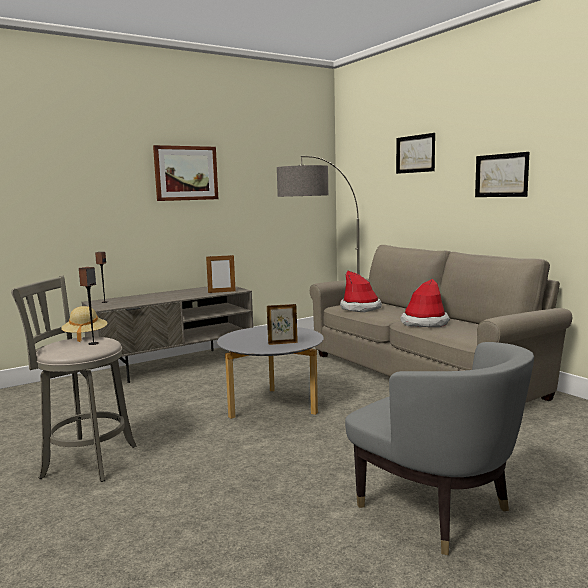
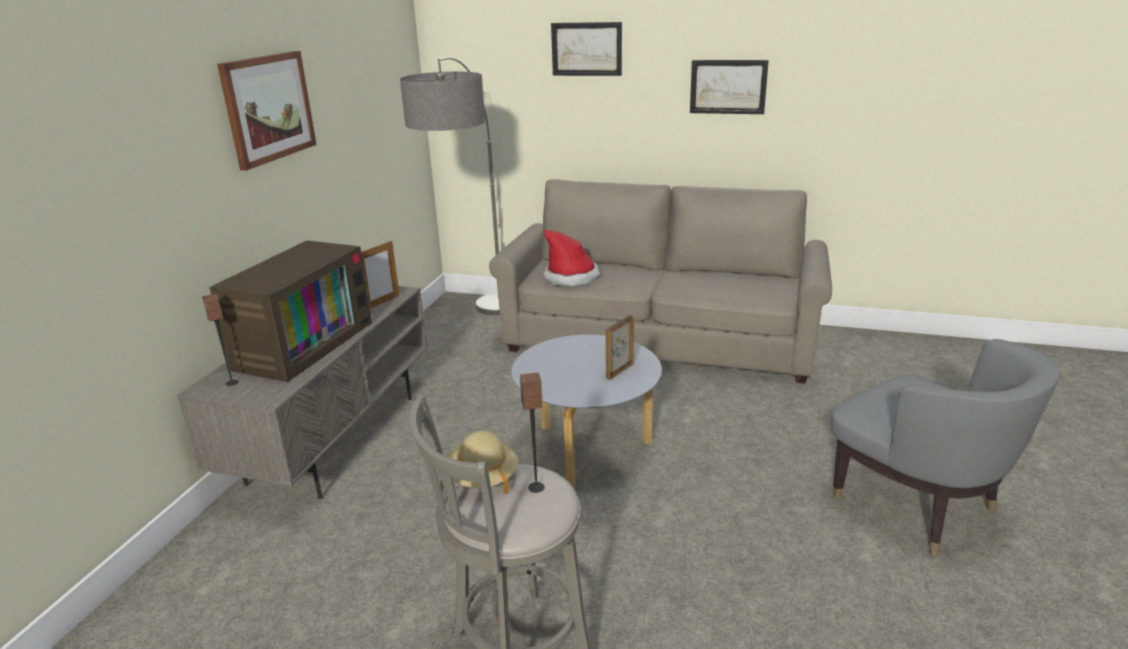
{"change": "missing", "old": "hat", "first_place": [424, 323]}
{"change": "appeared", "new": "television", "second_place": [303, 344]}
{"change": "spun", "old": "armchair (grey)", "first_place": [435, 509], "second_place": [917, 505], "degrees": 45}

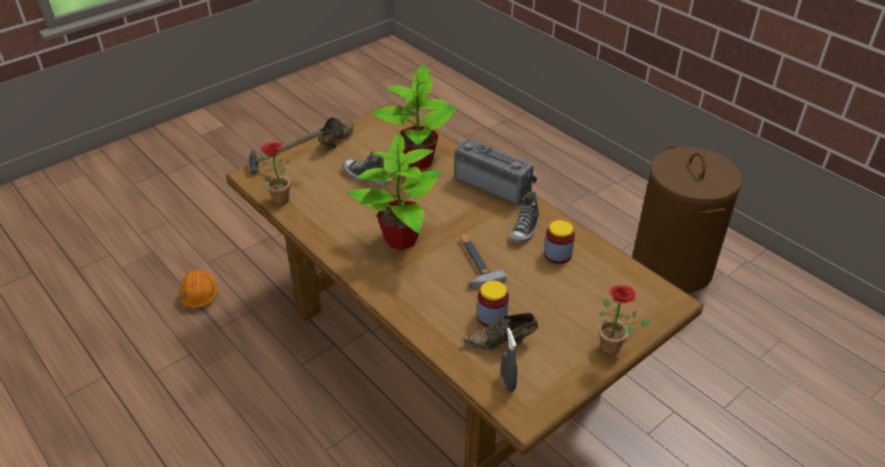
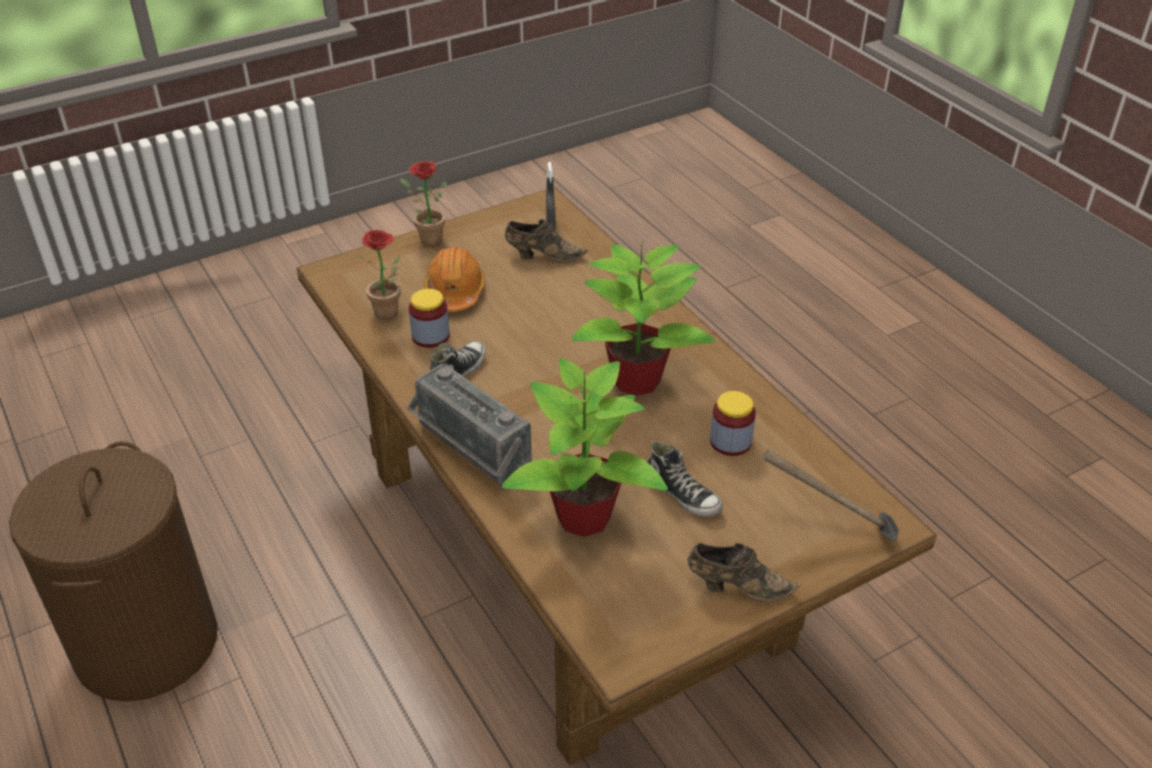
{"change": "missing", "old": "hammer", "first_place": [475, 262]}
{"change": "relocated", "old": "hard hat (orange)", "first_place": [199, 294], "second_place": [454, 292]}
{"change": "relocated", "old": "potted plant", "first_place": [278, 198], "second_place": [390, 315]}
{"change": "relocated", "old": "jar", "first_place": [492, 316], "second_place": [730, 441]}
{"change": "spun", "old": "shoe (brown)", "first_place": [336, 141], "second_place": [737, 586], "degrees": -120}

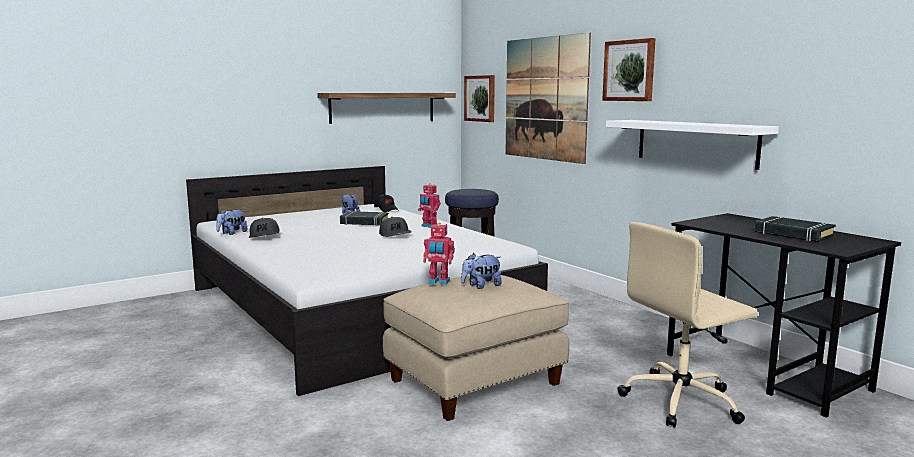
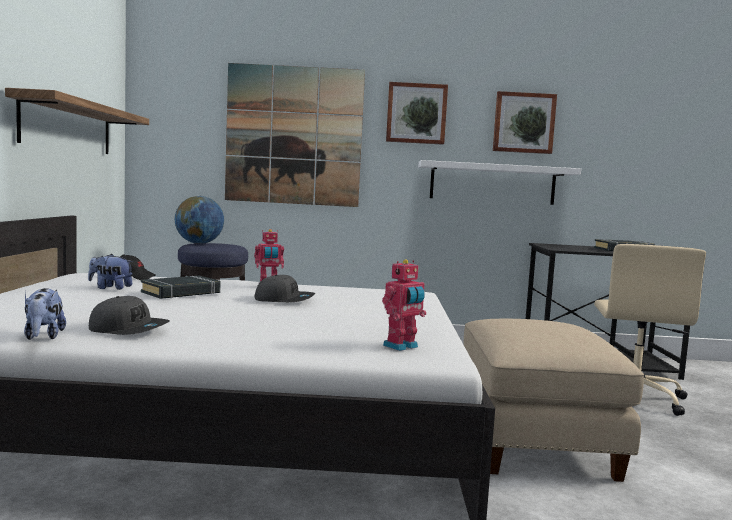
{"change": "missing", "old": "plush toy", "first_place": [481, 286]}
{"change": "appeared", "new": "globe", "second_place": [199, 243]}
{"change": "relocated", "old": "toy robot", "first_place": [438, 282], "second_place": [402, 347]}
{"change": "relocated", "old": "picture", "first_place": [480, 98], "second_place": [523, 123]}

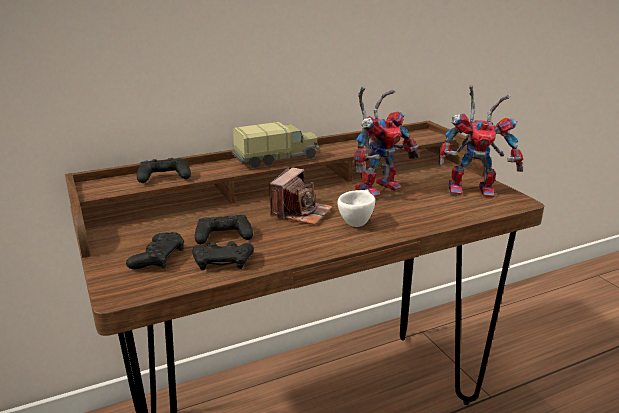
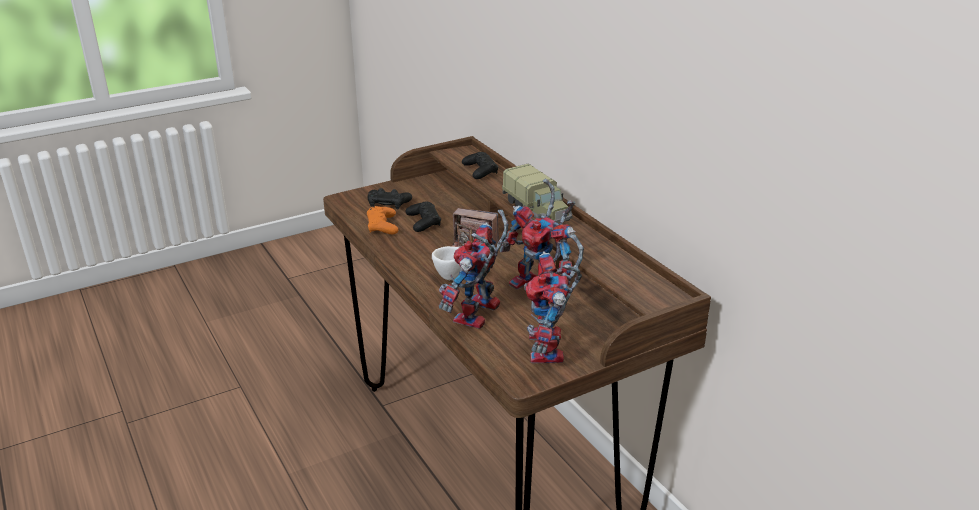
{"change": "appeared", "new": "toy robot", "second_place": [478, 317]}
{"change": "colour", "old": "game controller (black)", "new": "game controller (orange)", "first_place": [223, 261], "second_place": [382, 226]}

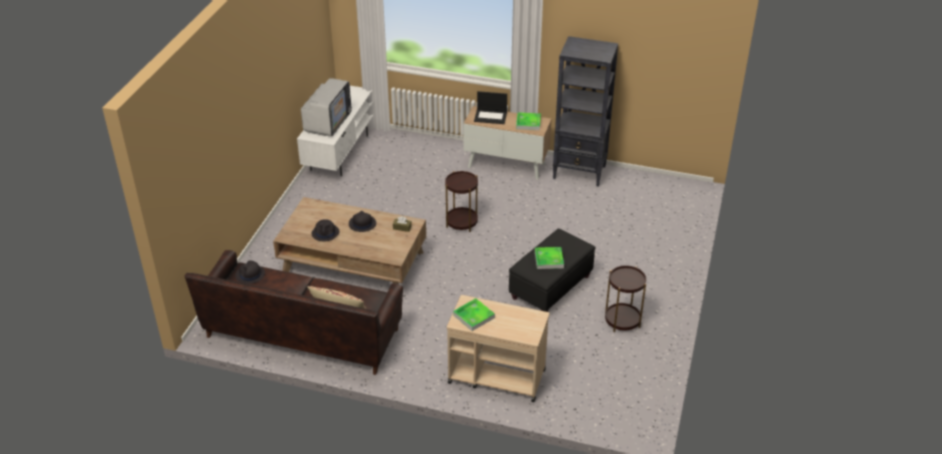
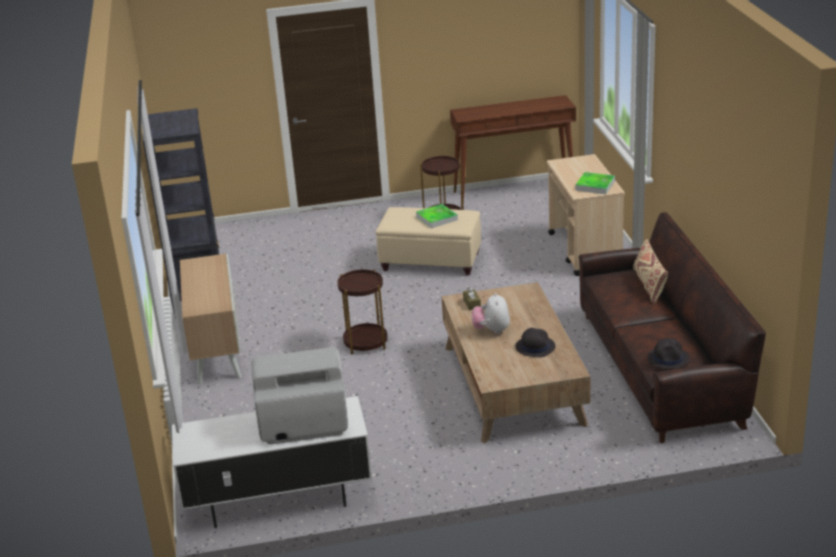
{"change": "missing", "old": "laptop", "first_place": [491, 116]}
{"change": "missing", "old": "tray", "first_place": [528, 123]}
{"change": "appeared", "new": "console table (brown)", "second_place": [515, 192]}
{"change": "exchanged", "old": "hat (black)", "new": "plush toy", "first_place": [362, 224], "second_place": [491, 330]}
{"change": "colour", "old": "ottoman (black)", "new": "ottoman (beige)", "first_place": [550, 287], "second_place": [431, 262]}

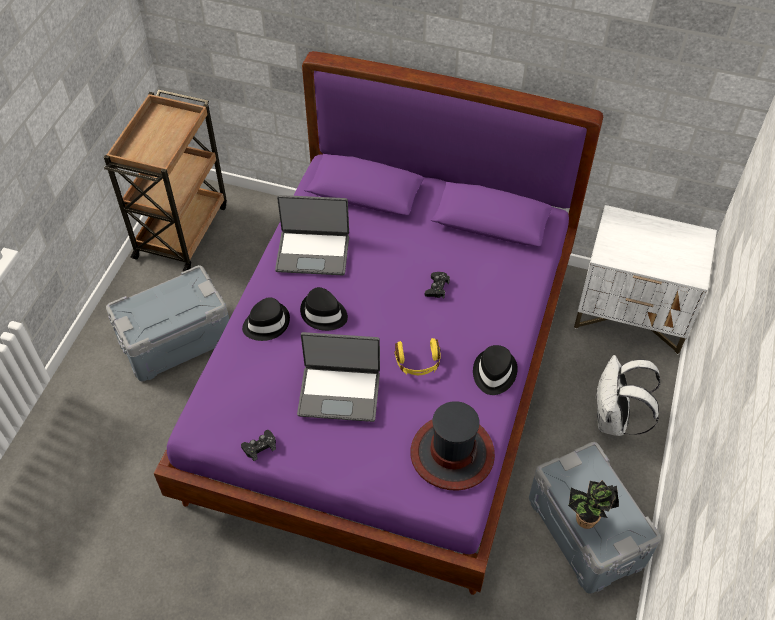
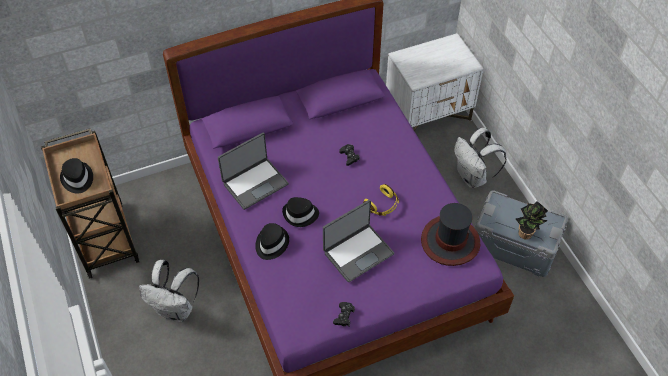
{"change": "relocated", "old": "hat (black)", "first_place": [493, 373], "second_place": [77, 179]}
{"change": "exchanged", "old": "storage box (grey)", "new": "backpack (white)", "first_place": [176, 341], "second_place": [176, 309]}

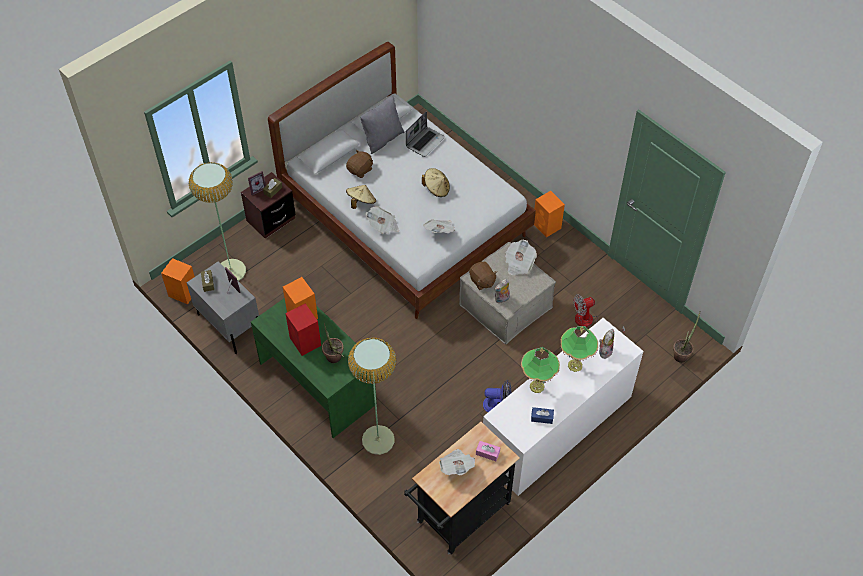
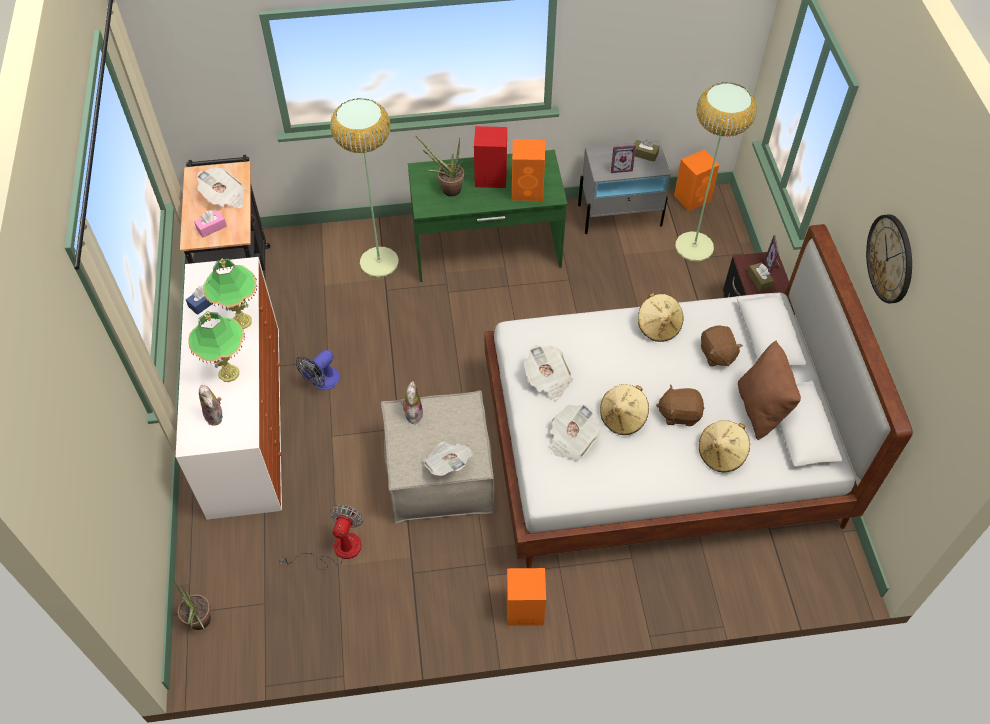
{"change": "appeared", "new": "wall clock", "second_place": [890, 258]}
{"change": "relocated", "old": "newspaper", "first_place": [383, 226], "second_place": [571, 440]}
{"change": "relocated", "old": "plush toy (brown)", "first_place": [482, 281], "second_place": [679, 414]}
{"change": "exchanged", "old": "laptop", "new": "hat (beige)", "first_place": [425, 142], "second_place": [721, 454]}
{"change": "colour", "old": "pillow (grey)", "new": "pillow (brown)", "first_place": [382, 138], "second_place": [761, 409]}

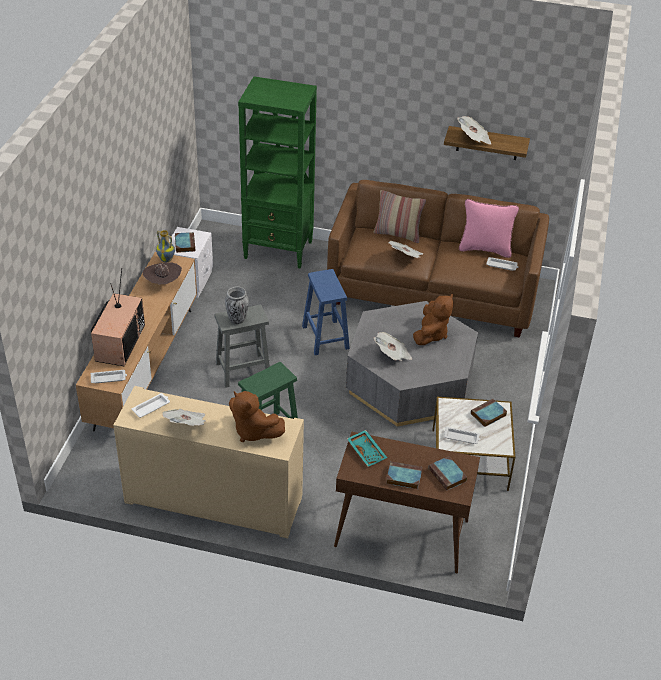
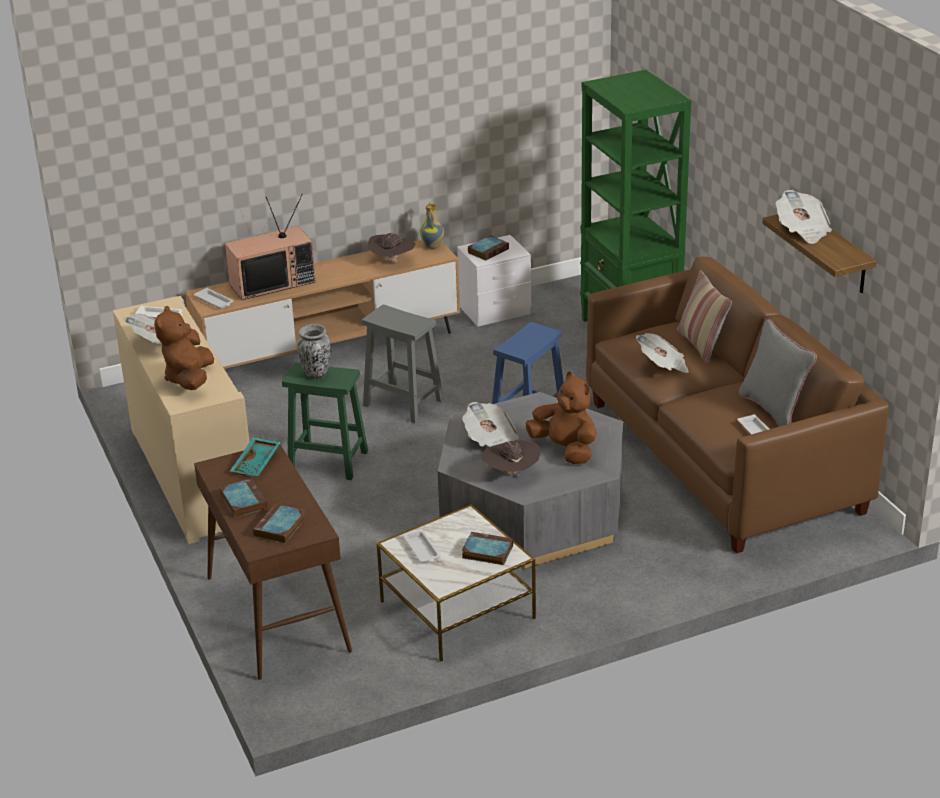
{"change": "appeared", "new": "hat (brown)", "second_place": [511, 474]}
{"change": "relocated", "old": "vase", "first_place": [237, 320], "second_place": [316, 374]}
{"change": "colour", "old": "pillow (pink)", "new": "pillow (grey)", "first_place": [485, 249], "second_place": [773, 409]}
{"change": "spun", "old": "plush toy (brown)", "first_place": [431, 334], "second_place": [565, 449], "degrees": -120}

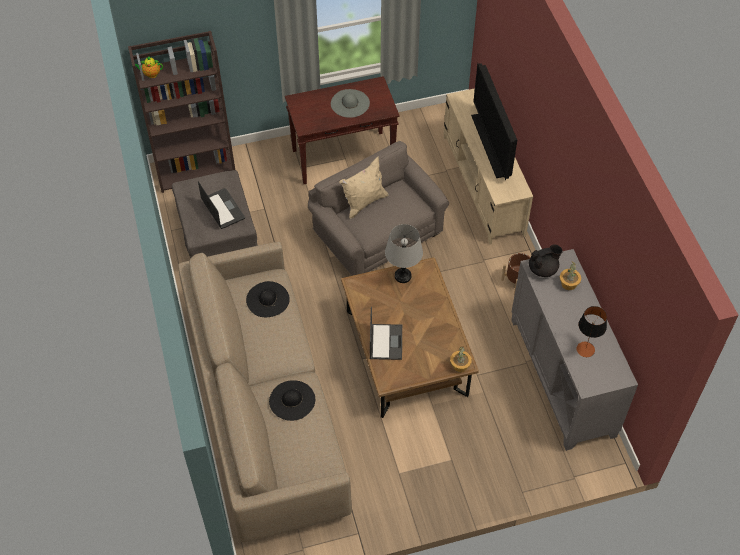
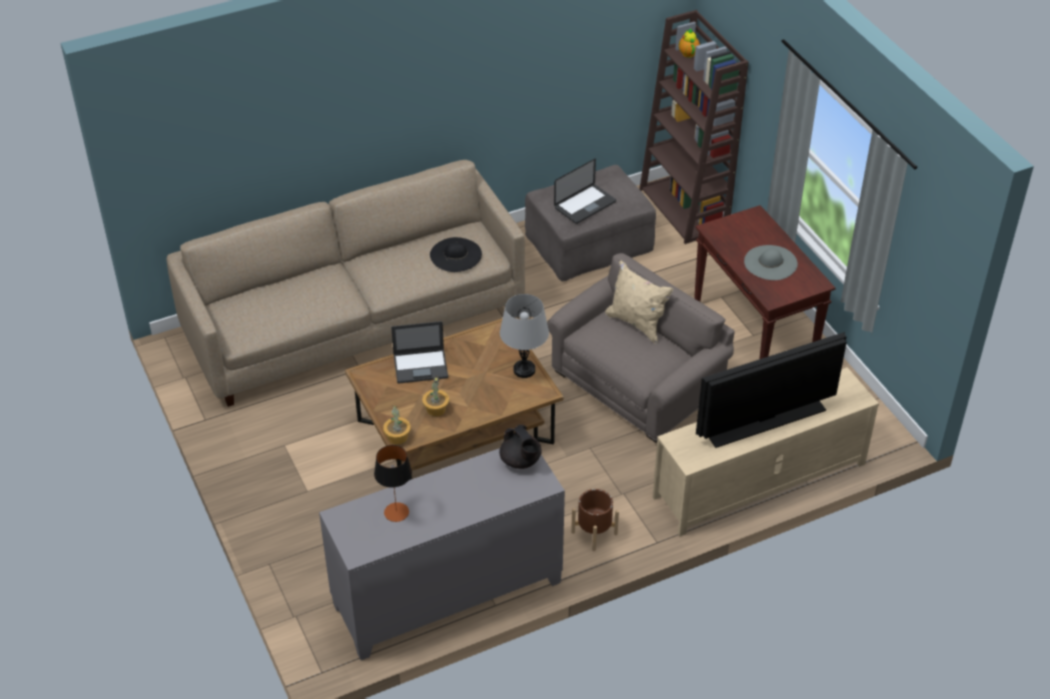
{"change": "missing", "old": "hat (black)", "first_place": [292, 400]}
{"change": "relocated", "old": "potted plant", "first_place": [568, 284], "second_place": [436, 409]}

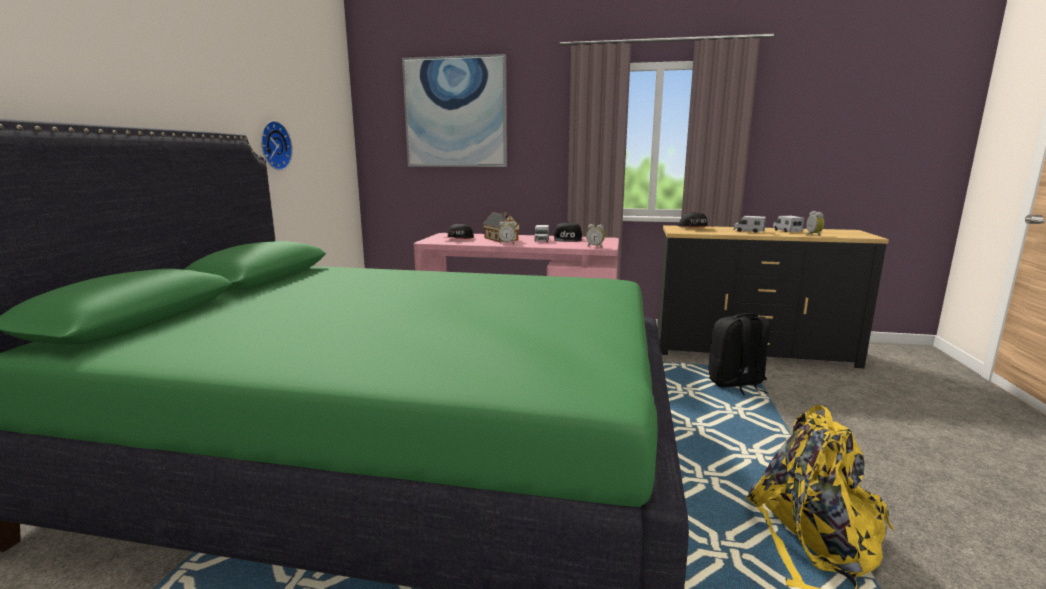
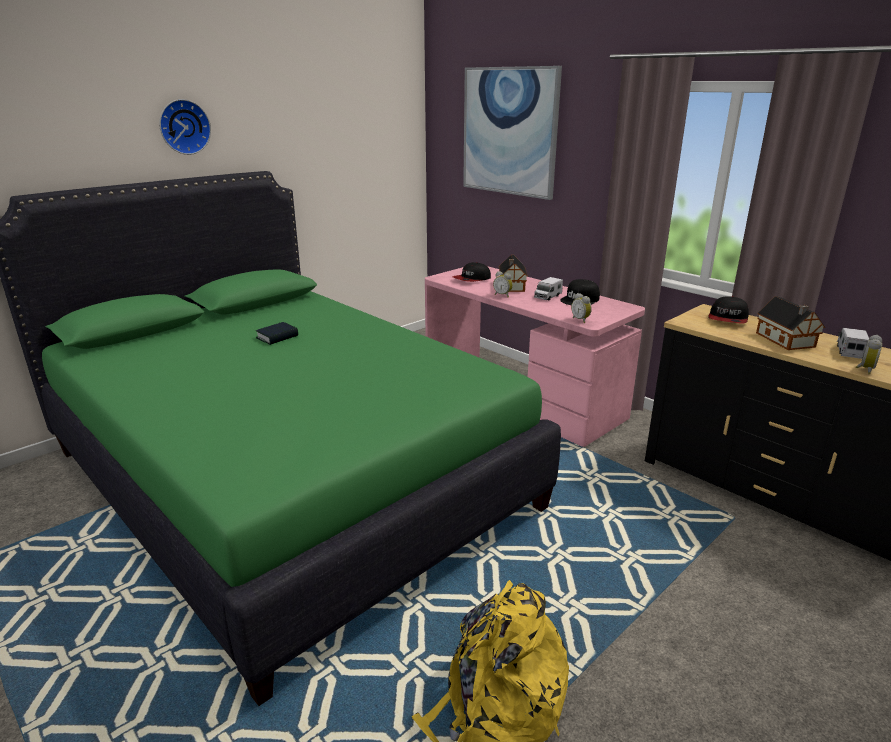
{"change": "missing", "old": "backpack (black)", "first_place": [736, 384]}
{"change": "appeared", "new": "book", "second_place": [277, 337]}
{"change": "relocated", "old": "wall clock", "first_place": [273, 145], "second_place": [184, 127]}
{"change": "exchanged", "old": "toy truck", "new": "toy house", "first_place": [748, 231], "second_place": [786, 341]}

